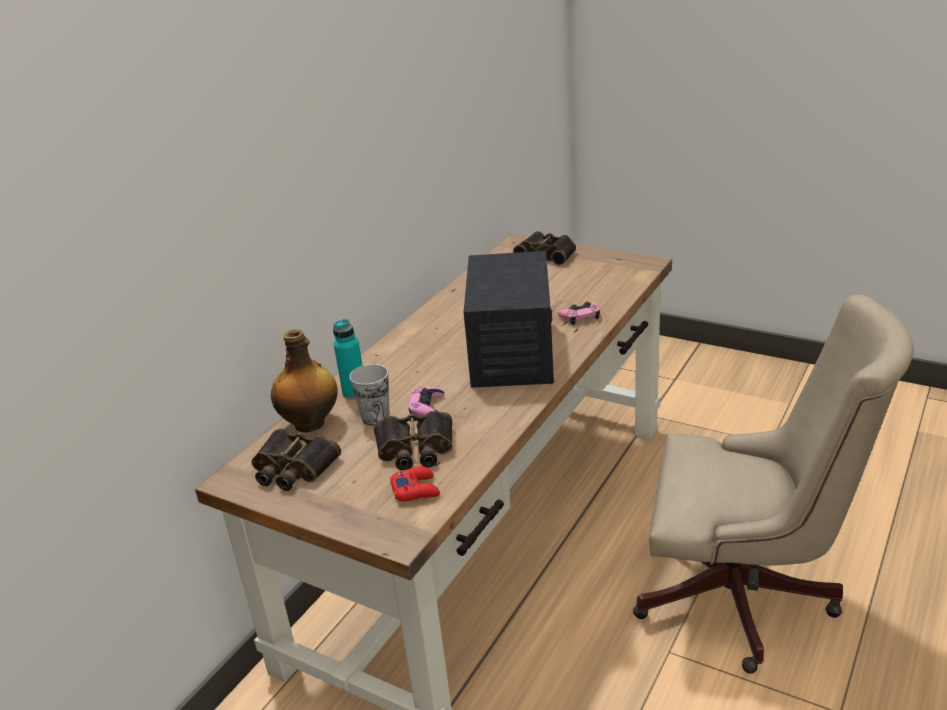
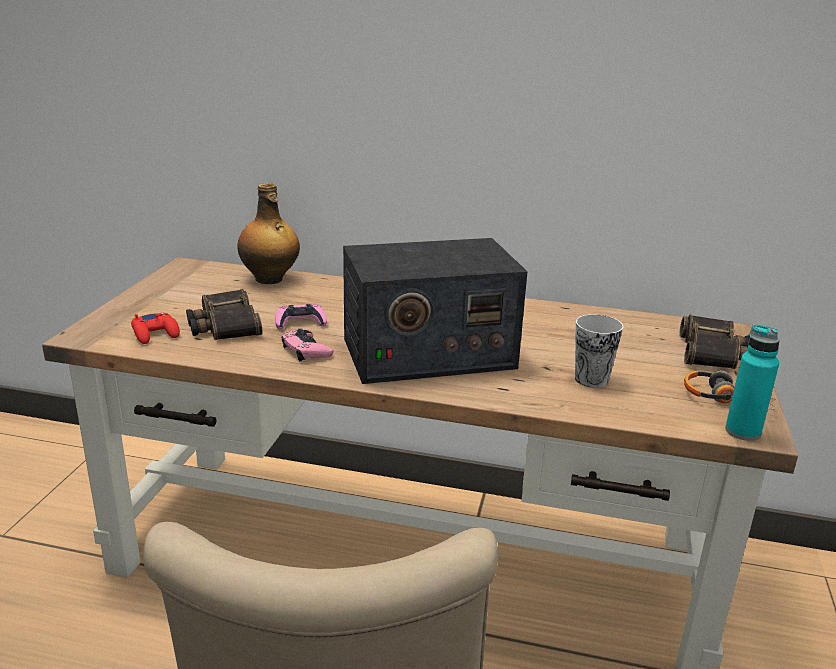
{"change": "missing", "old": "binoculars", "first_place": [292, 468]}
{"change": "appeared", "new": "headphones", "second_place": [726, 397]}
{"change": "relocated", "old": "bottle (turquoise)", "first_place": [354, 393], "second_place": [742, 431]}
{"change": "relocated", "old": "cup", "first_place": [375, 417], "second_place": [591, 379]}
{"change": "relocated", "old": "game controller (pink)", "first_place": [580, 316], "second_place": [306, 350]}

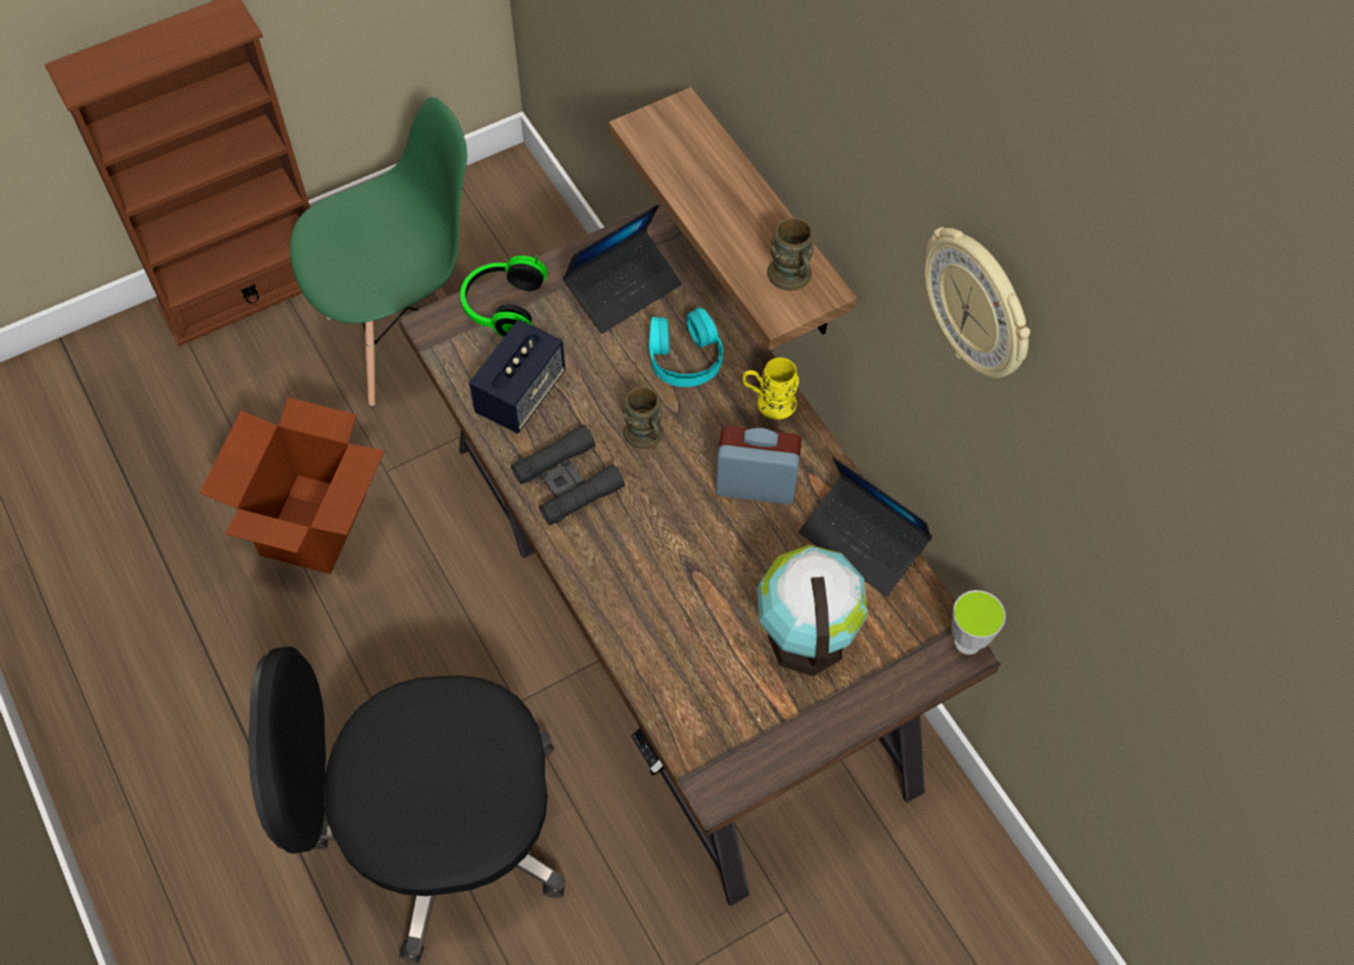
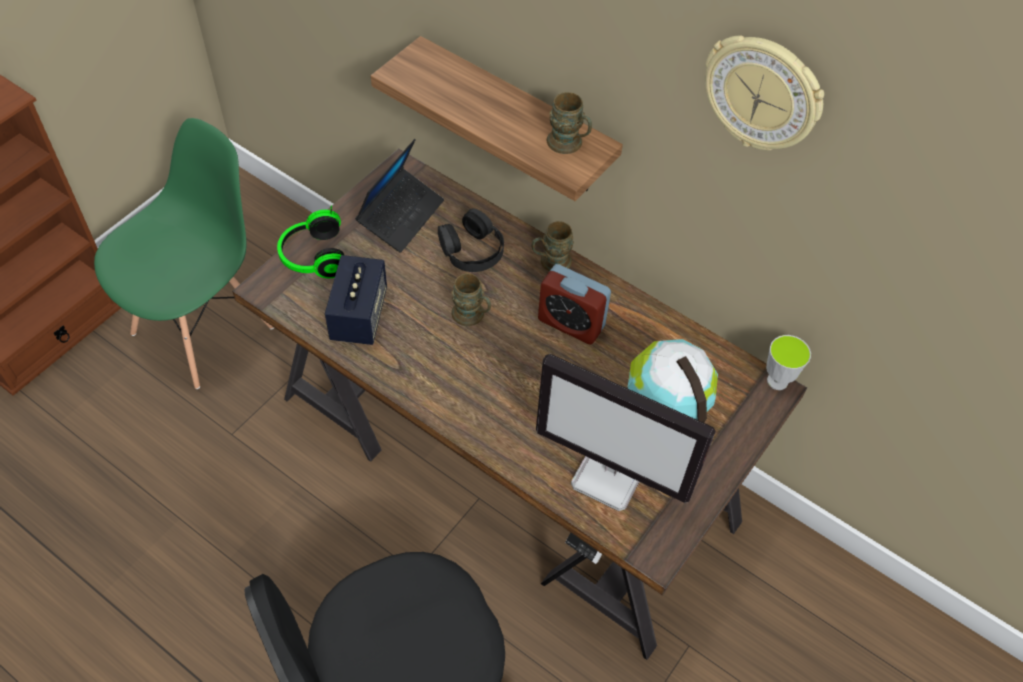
{"change": "missing", "old": "cardboard box", "first_place": [313, 525]}
{"change": "missing", "old": "binoculars (black)", "first_place": [567, 481]}
{"change": "missing", "old": "laptop", "first_place": [863, 541]}
{"change": "appeared", "new": "monitor", "second_place": [610, 477]}
{"change": "colour", "old": "headphones (turquoise)", "new": "headphones (black)", "first_place": [684, 356], "second_place": [472, 250]}
{"change": "colour", "old": "mug (yellow)", "new": "mug (brown)", "first_place": [768, 402], "second_place": [550, 262]}
{"change": "spun", "old": "alarm clock", "first_place": [756, 485], "second_place": [571, 323], "degrees": -135}

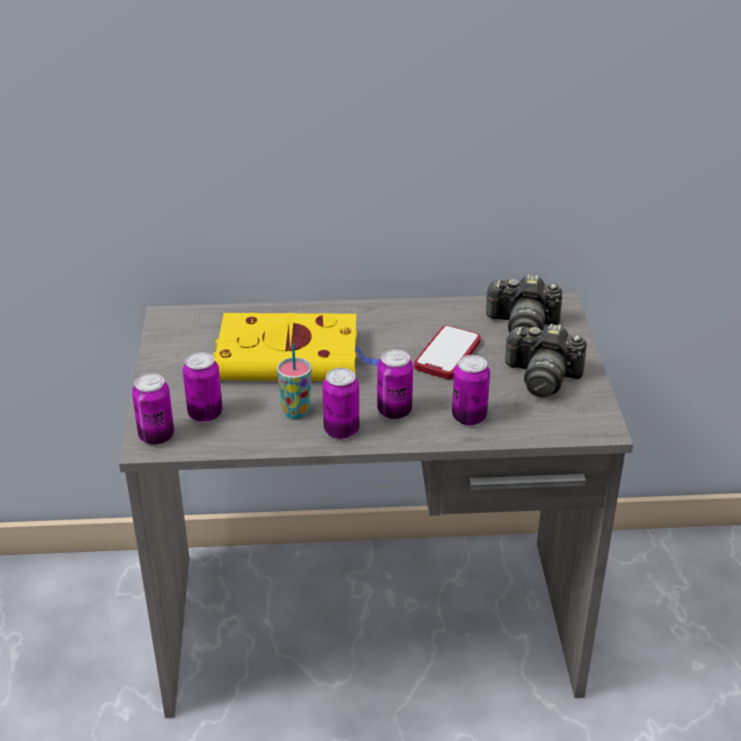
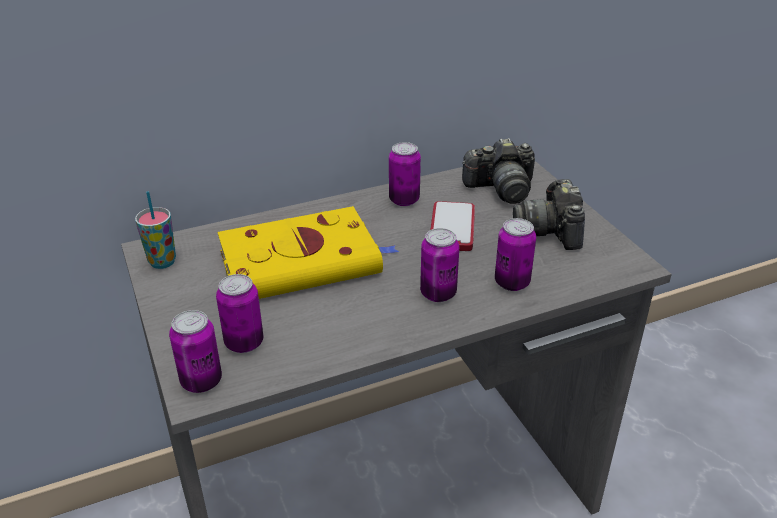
{"change": "relocated", "old": "cup", "first_place": [296, 412], "second_place": [162, 262]}
{"change": "relocated", "old": "can", "first_place": [341, 430], "second_place": [404, 200]}
{"change": "spun", "old": "photo camera", "first_place": [542, 377], "second_place": [550, 230], "degrees": 90}

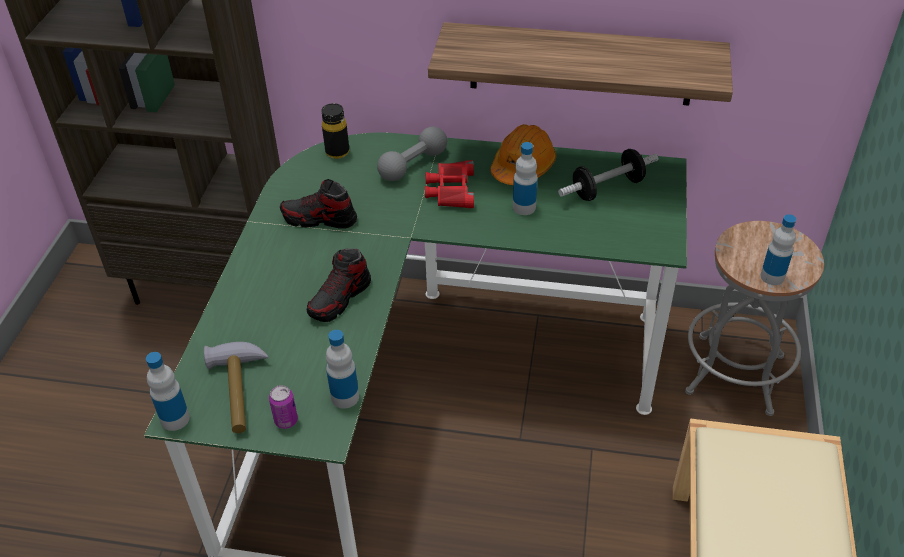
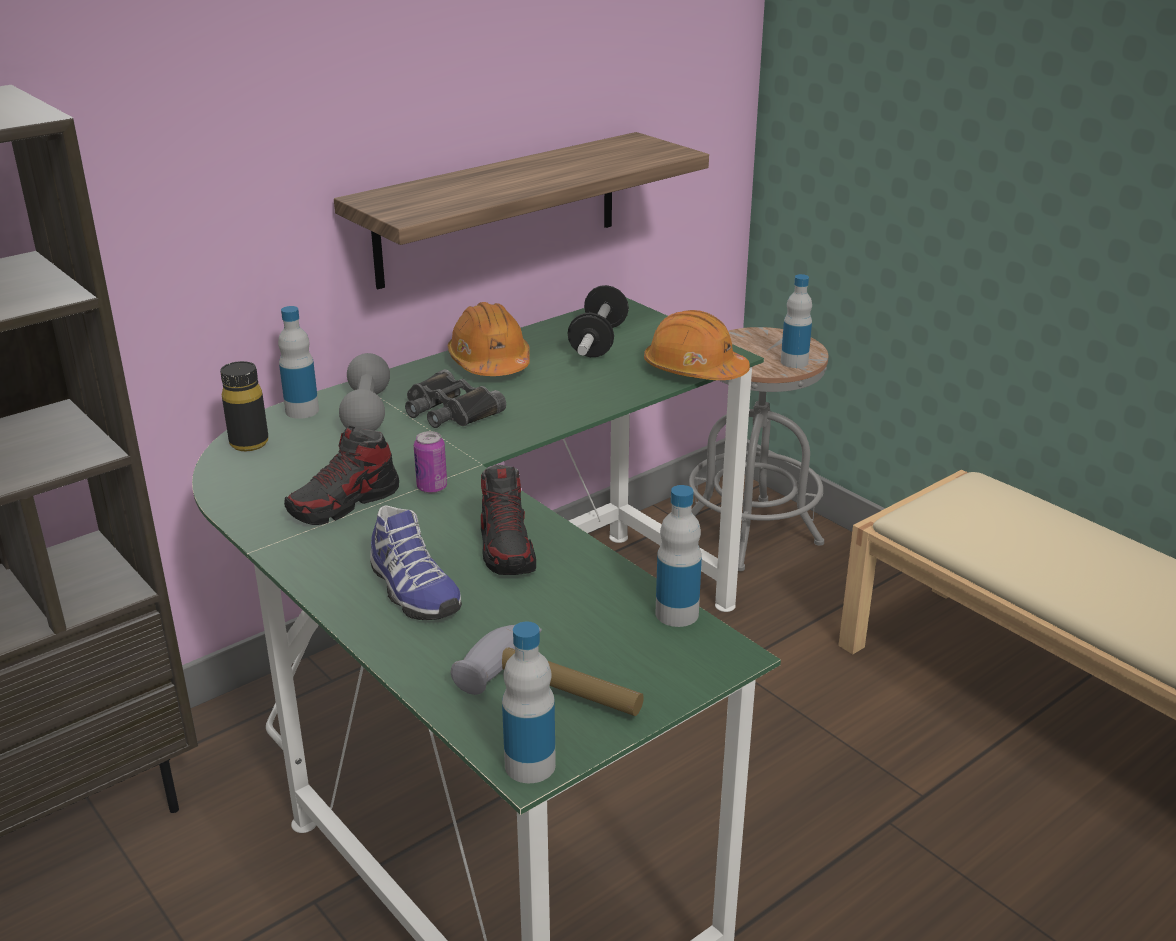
{"change": "appeared", "new": "shoe", "second_place": [411, 591]}
{"change": "appeared", "new": "hard hat (orange)", "second_place": [694, 370]}
{"change": "relocated", "old": "can", "first_place": [286, 421], "second_place": [432, 487]}
{"change": "relocated", "old": "bottle", "first_place": [524, 207], "second_place": [302, 411]}
{"change": "colour", "old": "binoculars (red)", "new": "binoculars (black)", "first_place": [450, 190], "second_place": [449, 410]}

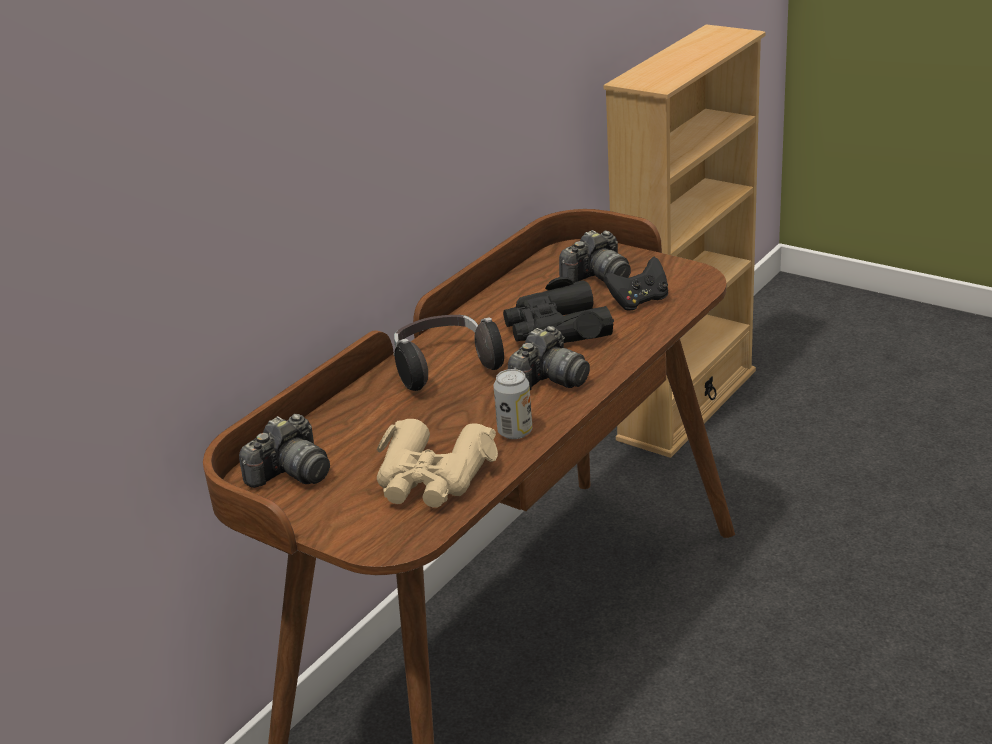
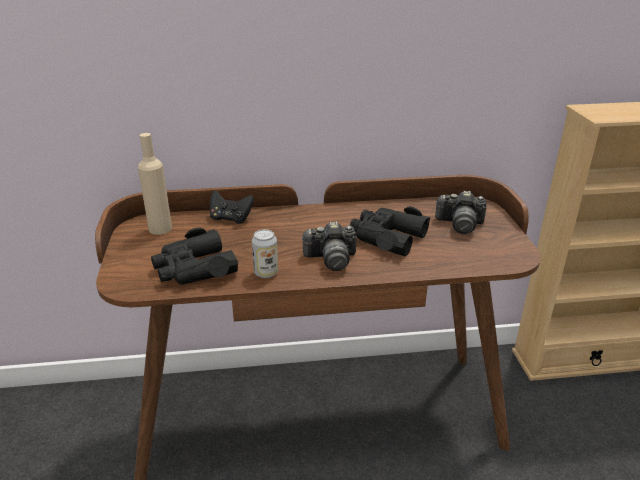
{"change": "missing", "old": "headphones", "first_place": [444, 367]}
{"change": "relocated", "old": "game controller (black)", "first_place": [639, 301], "second_place": [231, 218]}
{"change": "exchanged", "old": "photo camera", "new": "bottle (beige)", "first_place": [291, 473], "second_place": [160, 229]}
{"change": "colour", "old": "binoculars (beige)", "new": "binoculars (black)", "first_place": [432, 478], "second_place": [194, 268]}

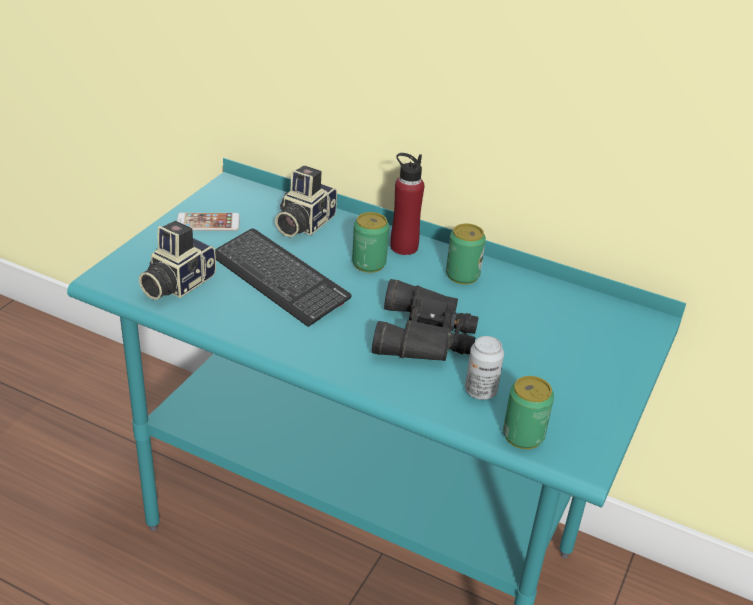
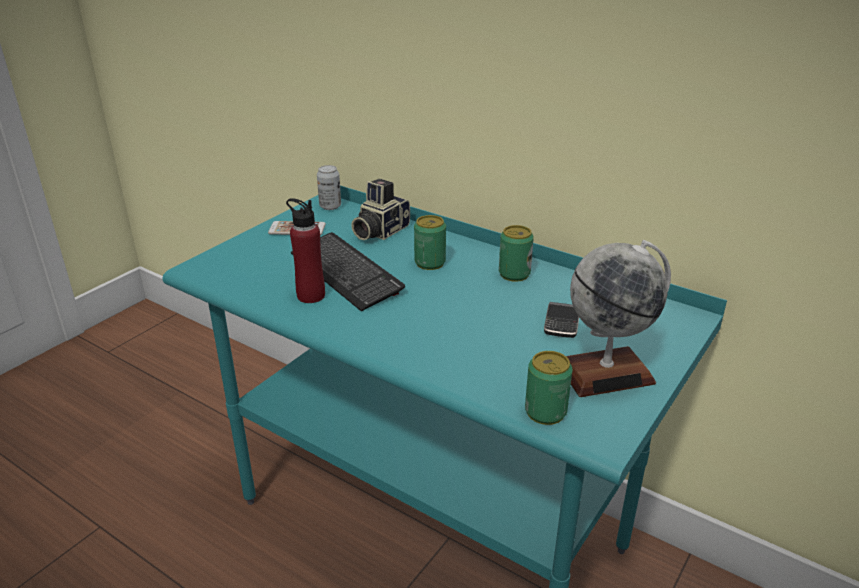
{"change": "missing", "old": "photo camera", "first_place": [176, 284]}
{"change": "missing", "old": "binoculars (black)", "first_place": [427, 335]}
{"change": "appeared", "new": "phone", "second_place": [561, 322]}
{"change": "appeared", "new": "globe", "second_place": [605, 373]}
{"change": "relocated", "old": "bottle (red)", "first_place": [403, 247], "second_place": [310, 295]}
{"change": "relocated", "old": "can", "first_place": [480, 391], "second_place": [330, 206]}

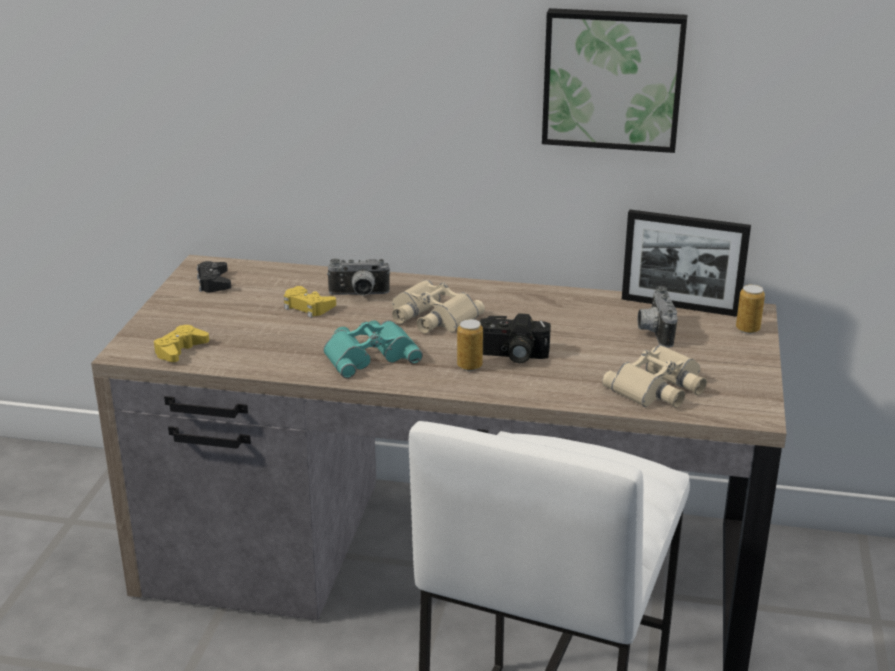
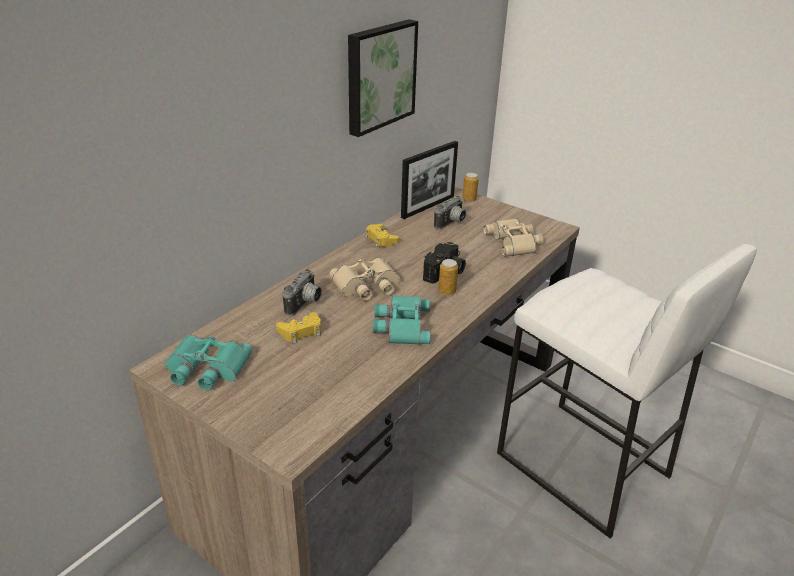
{"change": "relocated", "old": "game controller (yellow)", "first_place": [180, 350], "second_place": [380, 239]}
{"change": "exchanged", "old": "game controller (black)", "new": "binoculars (turquoise)", "first_place": [214, 282], "second_place": [206, 368]}
{"change": "spun", "old": "photo camera", "first_place": [653, 332], "second_place": [451, 223], "degrees": -75}

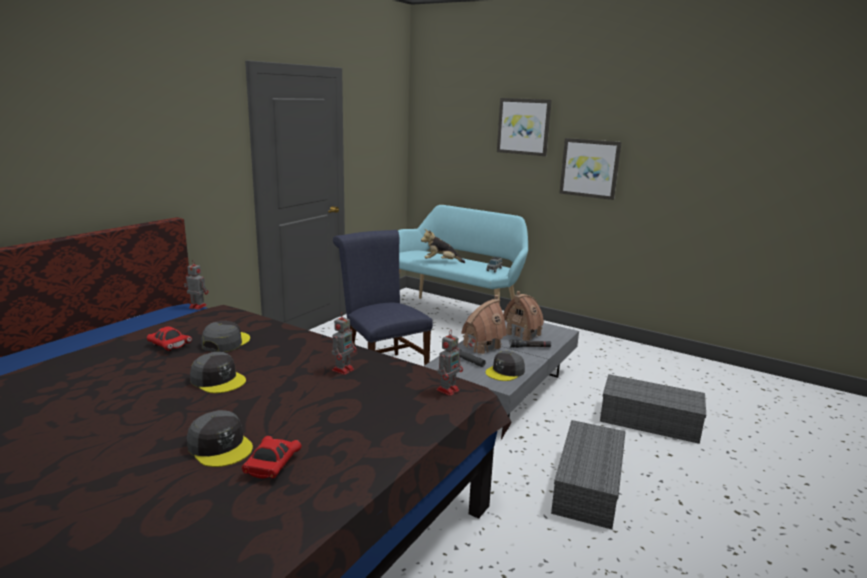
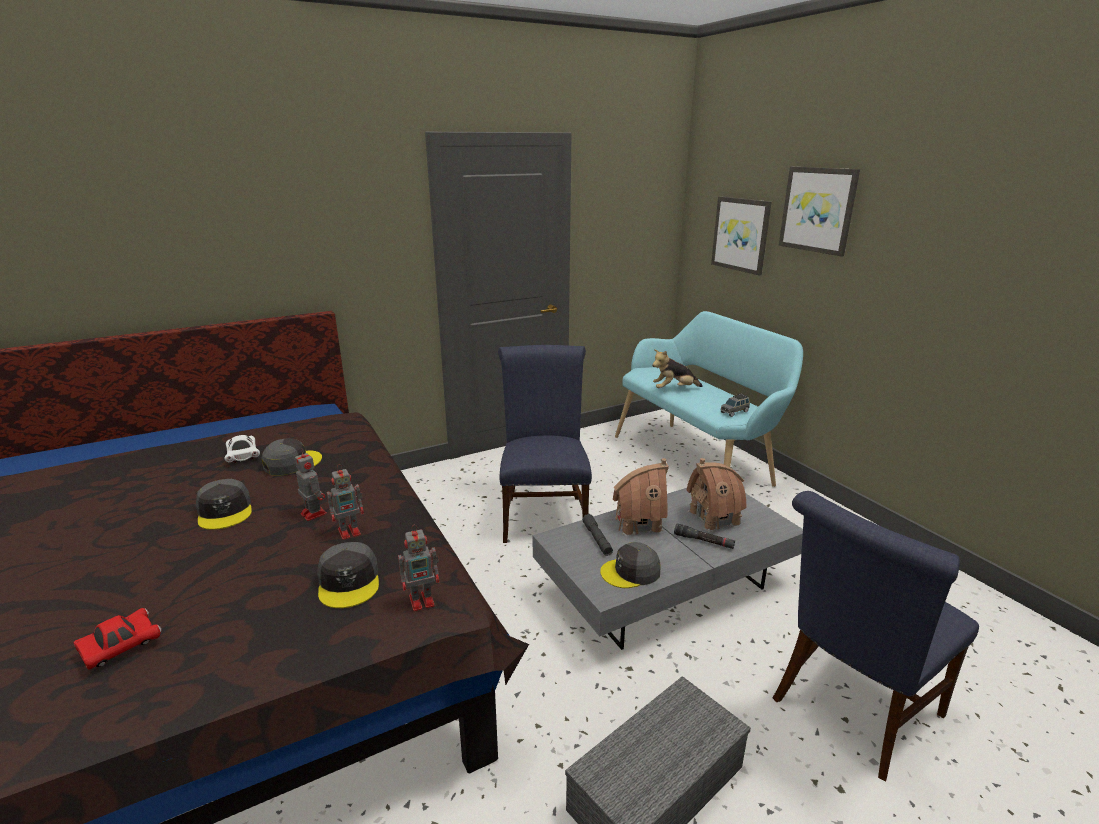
{"change": "relocated", "old": "toy robot", "first_place": [197, 306], "second_place": [313, 513]}
{"change": "relocated", "old": "cap (grey)", "first_place": [220, 446], "second_place": [349, 582]}
{"change": "relocated", "old": "picture", "first_place": [589, 168], "second_place": [741, 234]}
{"change": "exchanged", "old": "storage box (grey)", "new": "chair (blue)", "first_place": [647, 421], "second_place": [850, 711]}
{"change": "colour", "old": "toy car (red)", "new": "toy car (white)", "first_place": [169, 346], "second_place": [243, 456]}
{"change": "spun", "old": "plush toy", "first_place": [441, 262], "second_place": [674, 389], "degrees": -45}

